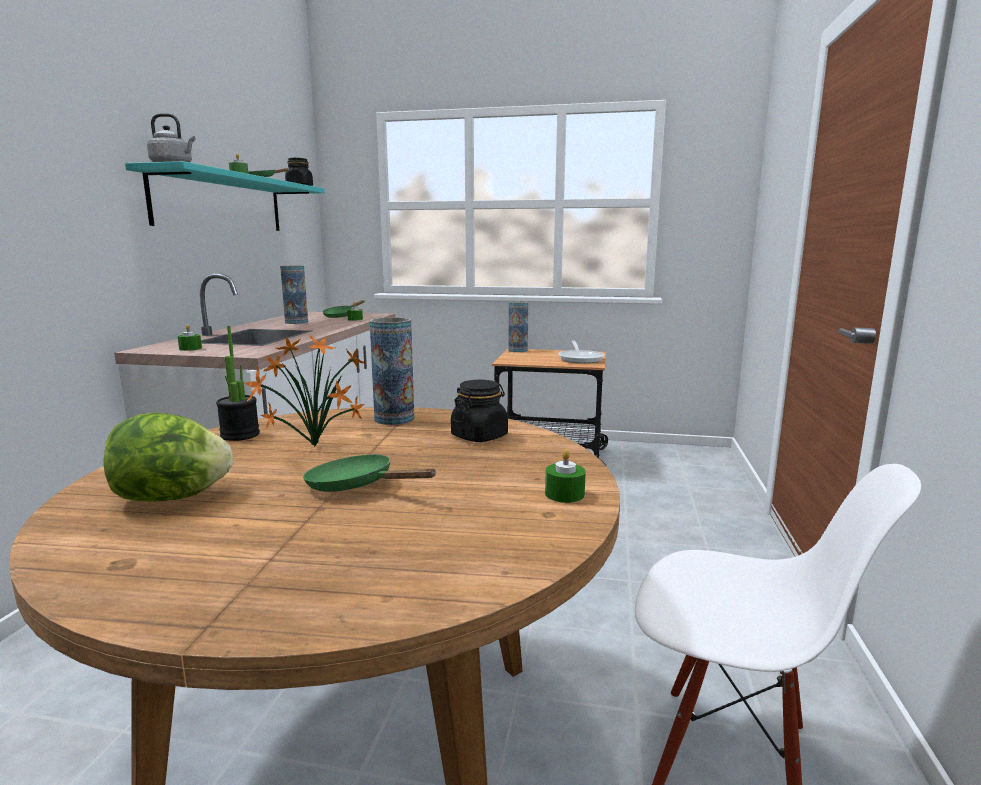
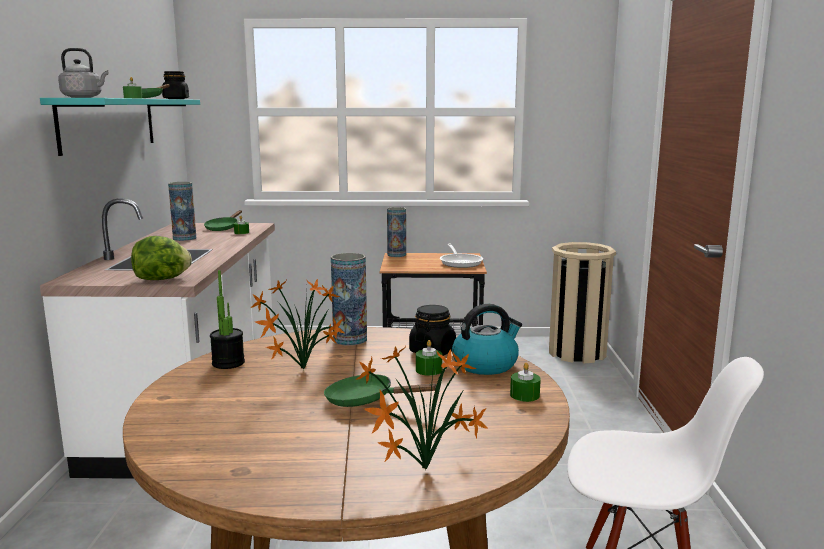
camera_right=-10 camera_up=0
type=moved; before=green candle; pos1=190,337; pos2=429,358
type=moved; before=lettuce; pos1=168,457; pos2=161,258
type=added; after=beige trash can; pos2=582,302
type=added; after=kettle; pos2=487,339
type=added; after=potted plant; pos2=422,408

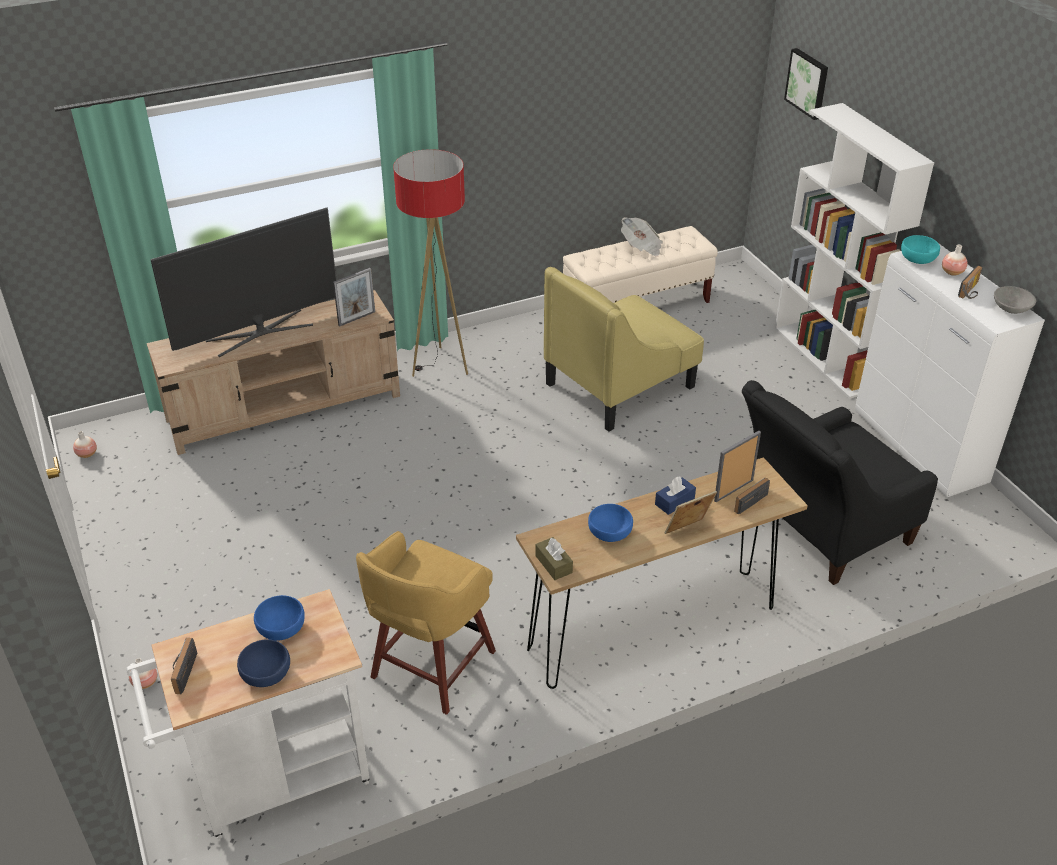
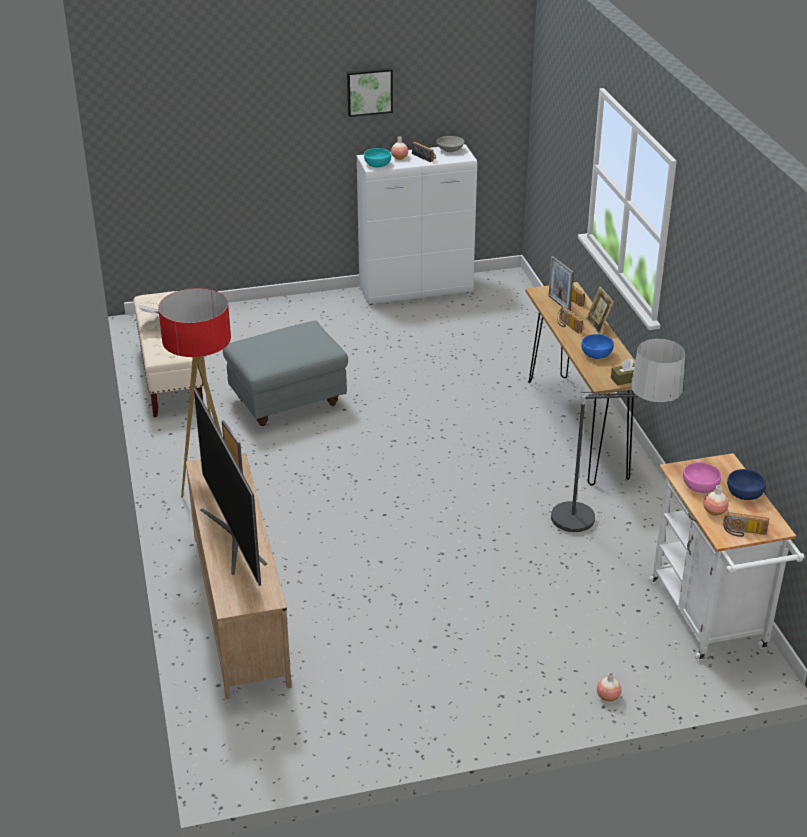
camera_right=-80 camera_up=-5
type=moved; before=picture; pos1=806,84; pos2=370,92
type=removed; before=white bookcase; pos1=854,251
type=replaced; before=yellow armchair; after=grey ottoman; pos1=624,349; pos2=285,373
type=removed; before=black armchair; pos1=840,482
type=moved; before=vase; pos1=85,444; pos2=716,500
type=replaced; before=blue tissue box; after=radio; pos1=675,495; pos2=570,320
type=replaced; before=yellow stool; after=floor lamp; pos1=426,623; pos2=617,435
type=recoloured; before=blue bowl; after=pink bowl; pos1=279,618; pos2=702,477

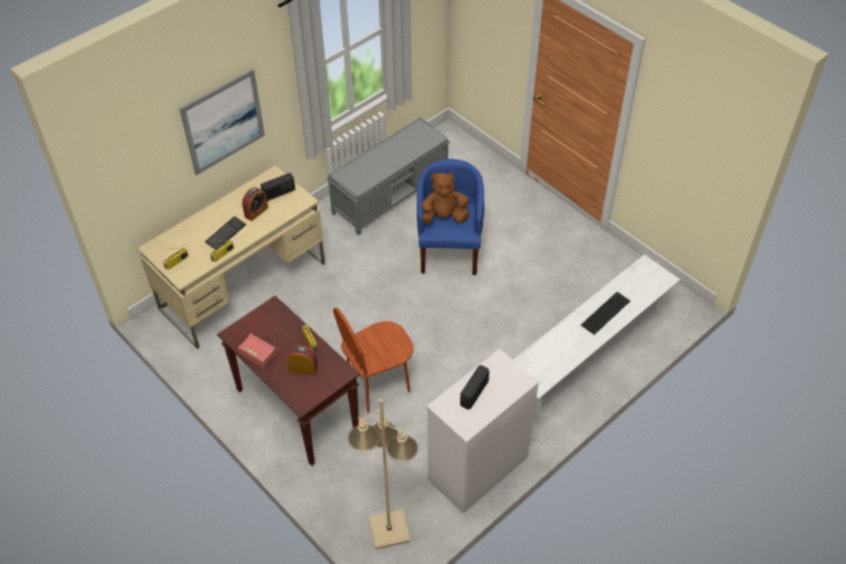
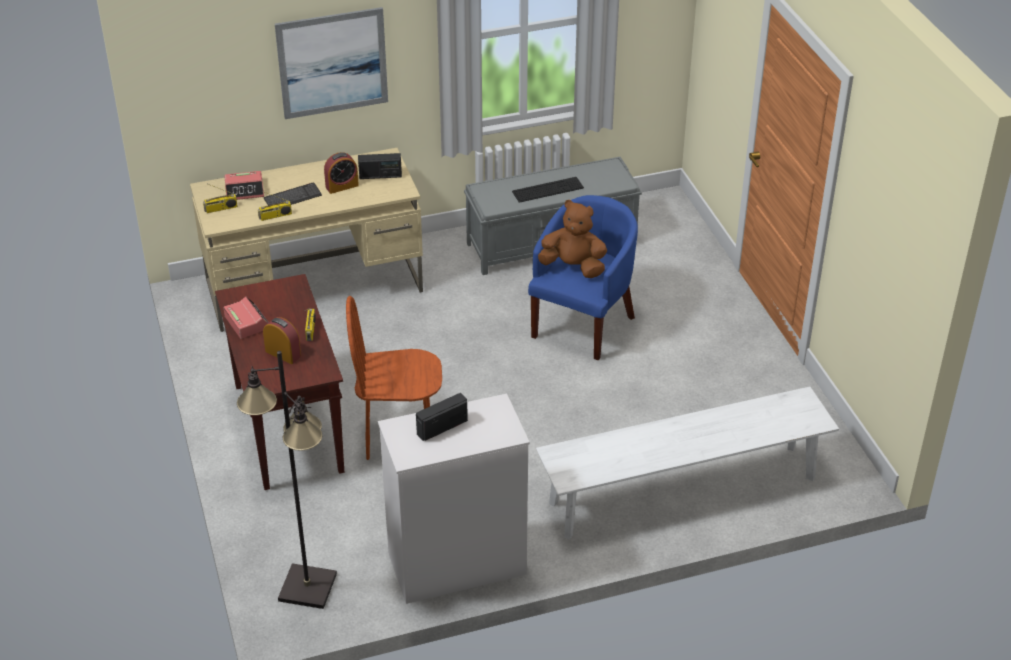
camera_right=25 camera_up=-10
type=moved; before=keyboard; pos1=605,313; pos2=548,190
type=recoloured; before=beige floor lamp; after=black floor lamp; pos1=383,474; pos2=287,480
type=added; after=alarm clock; pos2=244,185

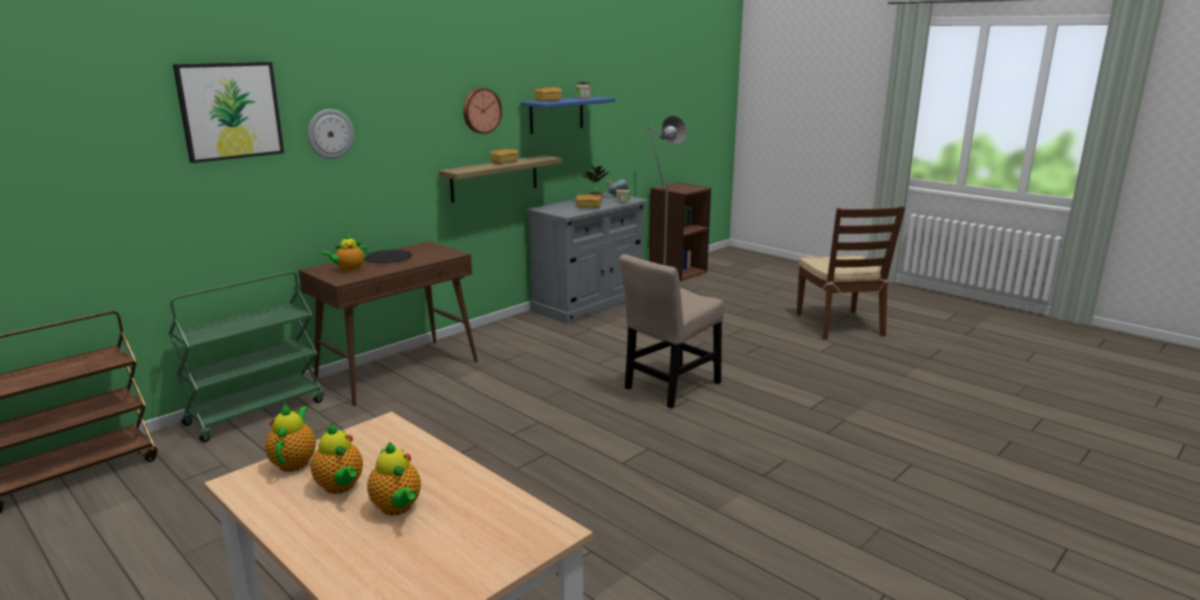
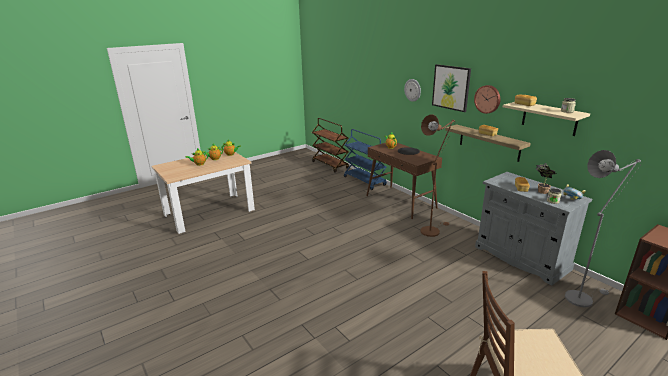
camera_right=100 camera_up=5
type=moved; before=picture; pos1=228,112; pos2=451,88
type=recoloured; before=blue shelf; after=beige shelf; pos1=567,115; pos2=546,119
type=removed; before=beige chair; pos1=671,331
type=recoloured; before=green cart; after=blue cart; pos1=246,356; pos2=365,159
type=added; after=brown floor lamp; pos2=437,176

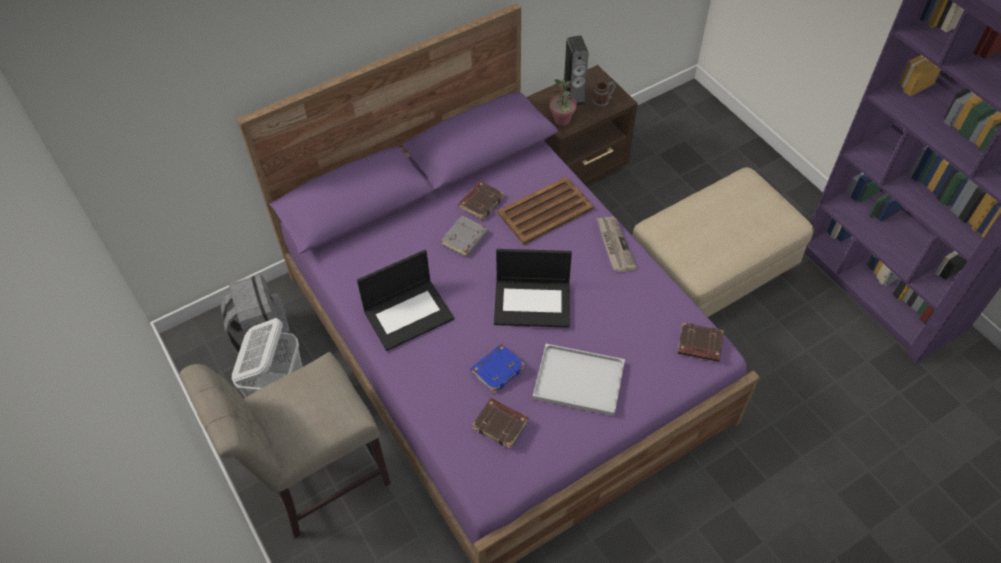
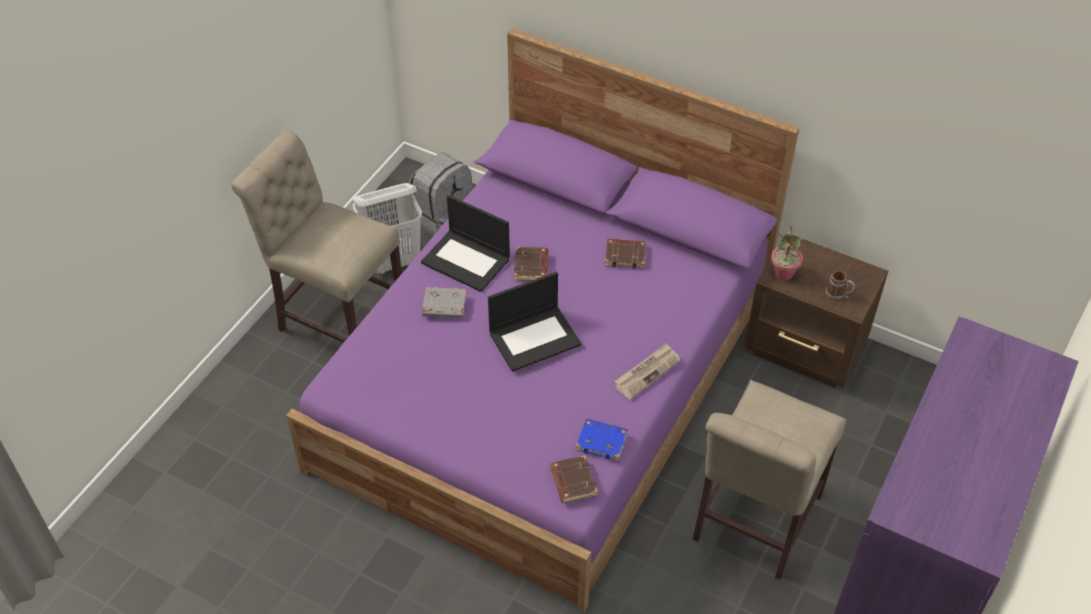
camera_right=60 camera_up=-5
type=removed; before=speaker; pos1=576,71
type=replaced; before=beige ottoman; after=beige chair; pos1=723,242; pos2=769,480
type=removed; before=brown tray; pos1=545,210
type=moved; before=grey book; pos1=464,236; pos2=444,302
type=turned; before=laptop; pos1=533,288; pos2=535,322; turn=-90
type=moved; before=blue book; pos1=497,369; pos2=602,440
type=removed; before=white tray; pos1=578,380
type=moved; before=brown book; pos1=500,423; pos2=531,264

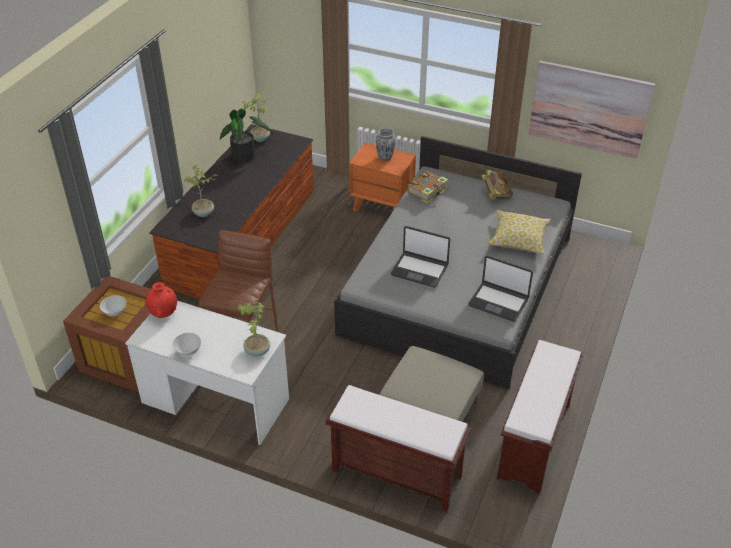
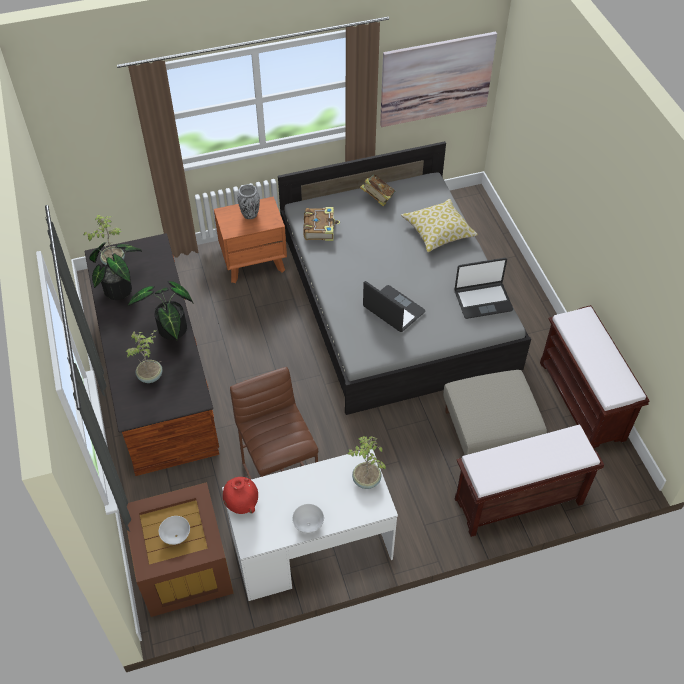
camera_right=-40 camera_up=10
type=turned; before=laptop; pos1=420,256; pos2=394,306; turn=-120
type=added; after=potted plant; pos2=160,311

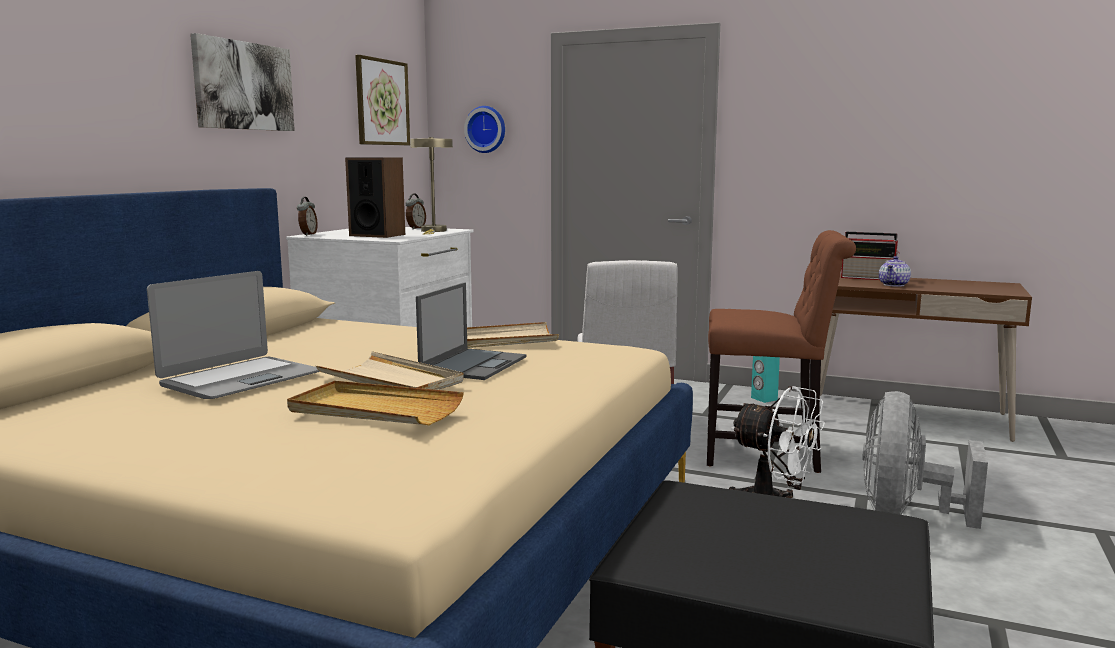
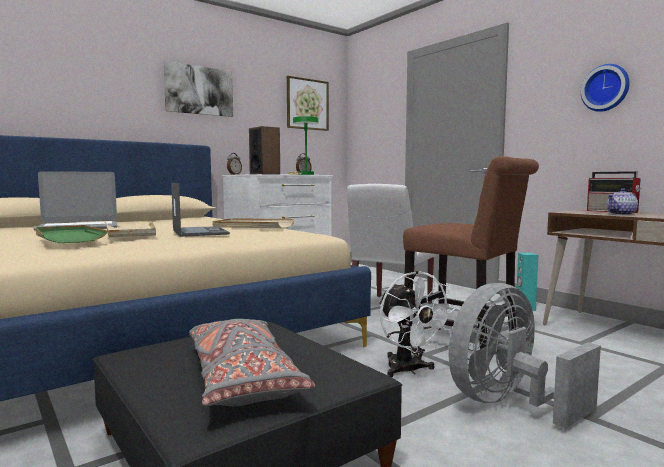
camera_right=30 camera_up=-5
type=moved; before=wall clock; pos1=484,129; pos2=605,88
type=recoloured; before=beige table lamp; after=green table lamp; pos1=431,186; pos2=304,145
type=turned; before=laptop; pos1=471,331; pos2=200,210; turn=-75
type=recoloured; before=beige tray; after=green tray; pos1=375,402; pos2=72,234
type=added; after=grey pillow; pos2=252,363

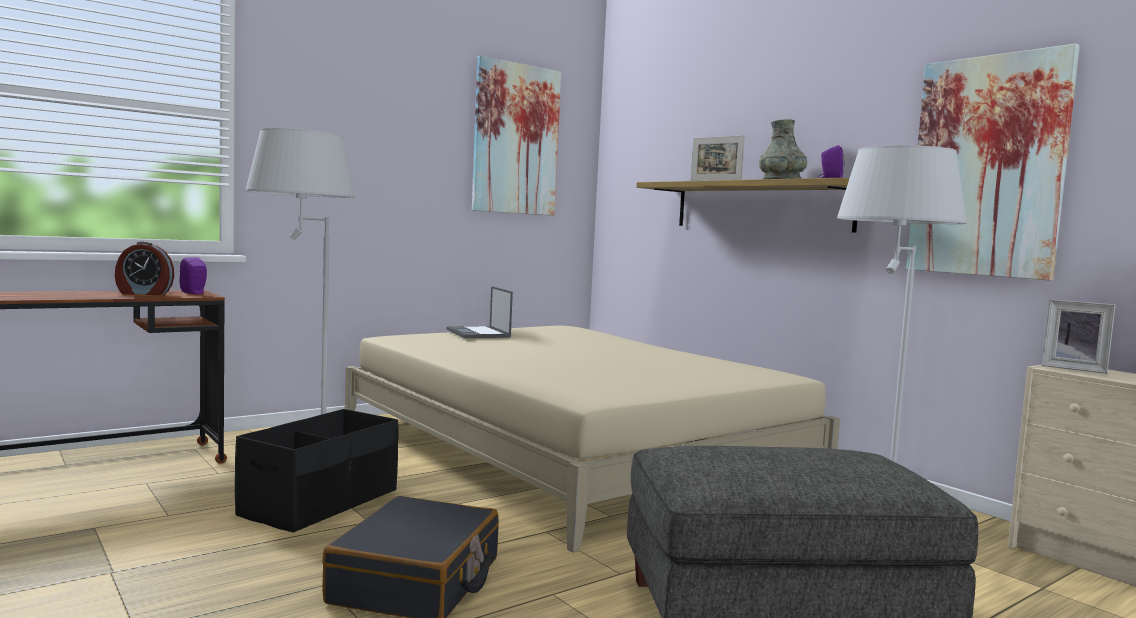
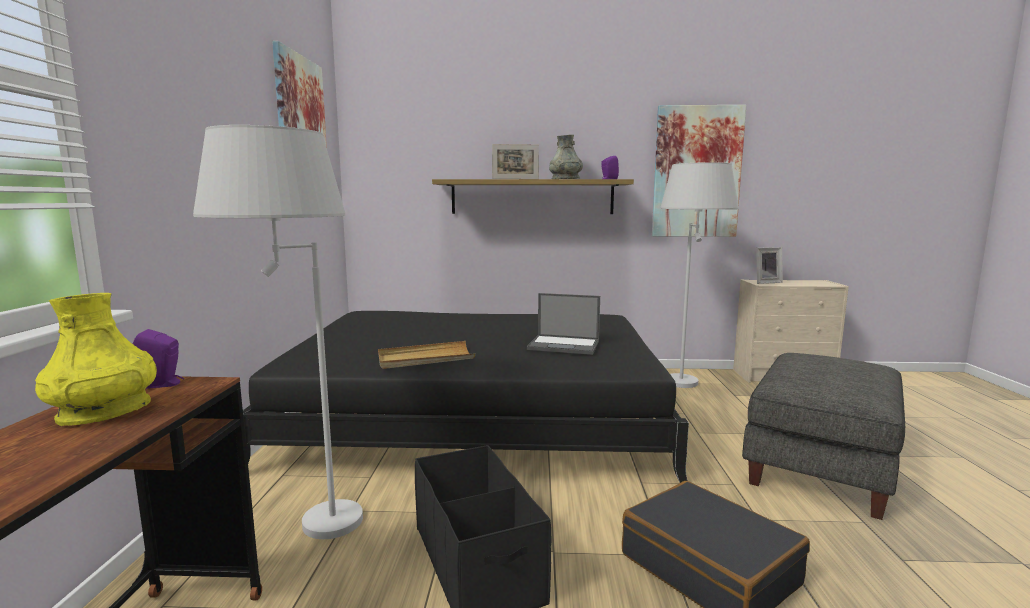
camera_right=-50 camera_up=5
type=replaced; before=alarm clock; after=yellow vase; pos1=144,268; pos2=96,359
type=moved; before=laptop; pos1=479,312; pos2=563,324
type=recoloured; before=beige bed; after=black bed; pos1=592,439; pos2=466,397
type=added; after=beige tray; pos2=426,355

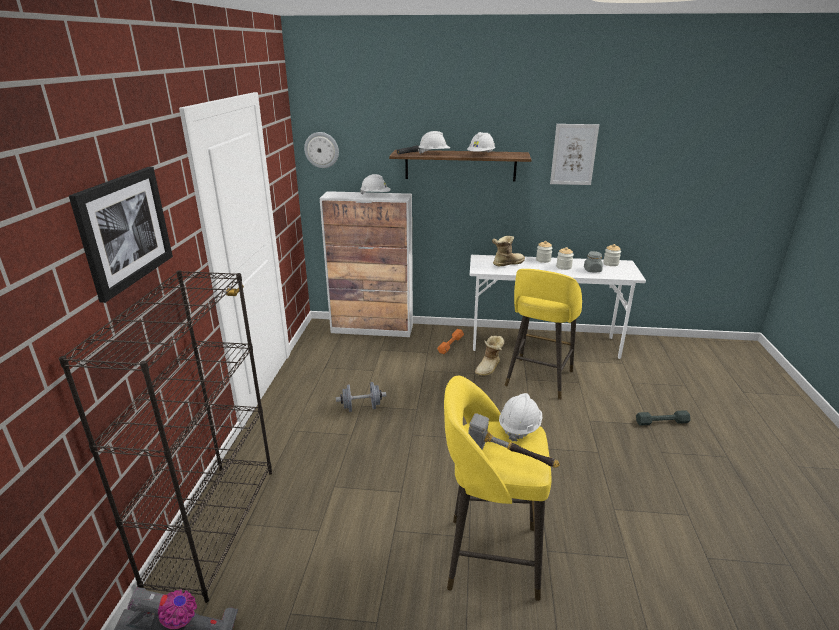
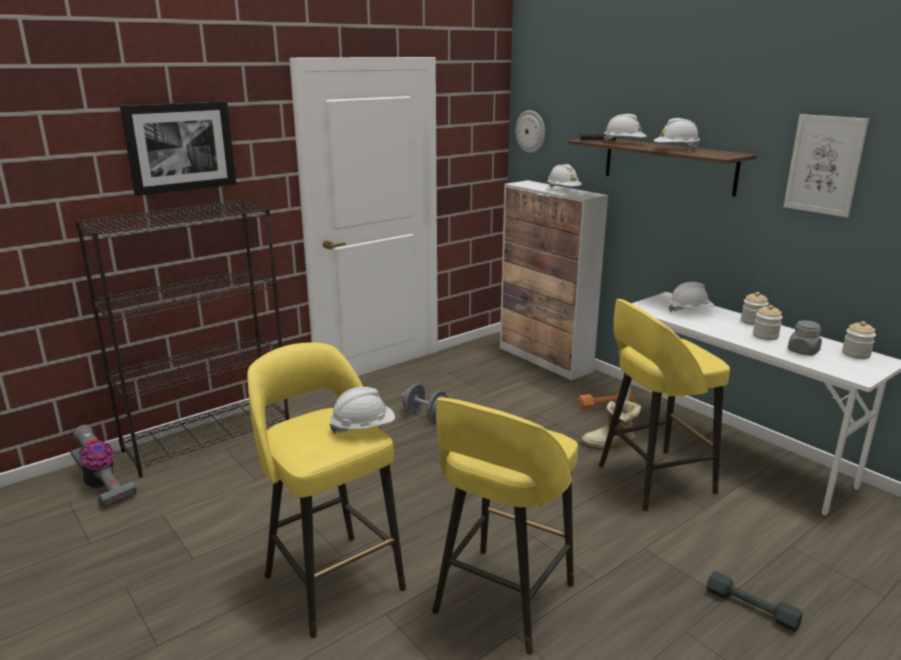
camera_right=45 camera_up=-5
type=replaced; before=boot; after=white hard hat; pos1=508,251; pos2=691,297
type=removed; before=hammer; pos1=514,440
type=added; after=yellow stool; pos2=505,526

